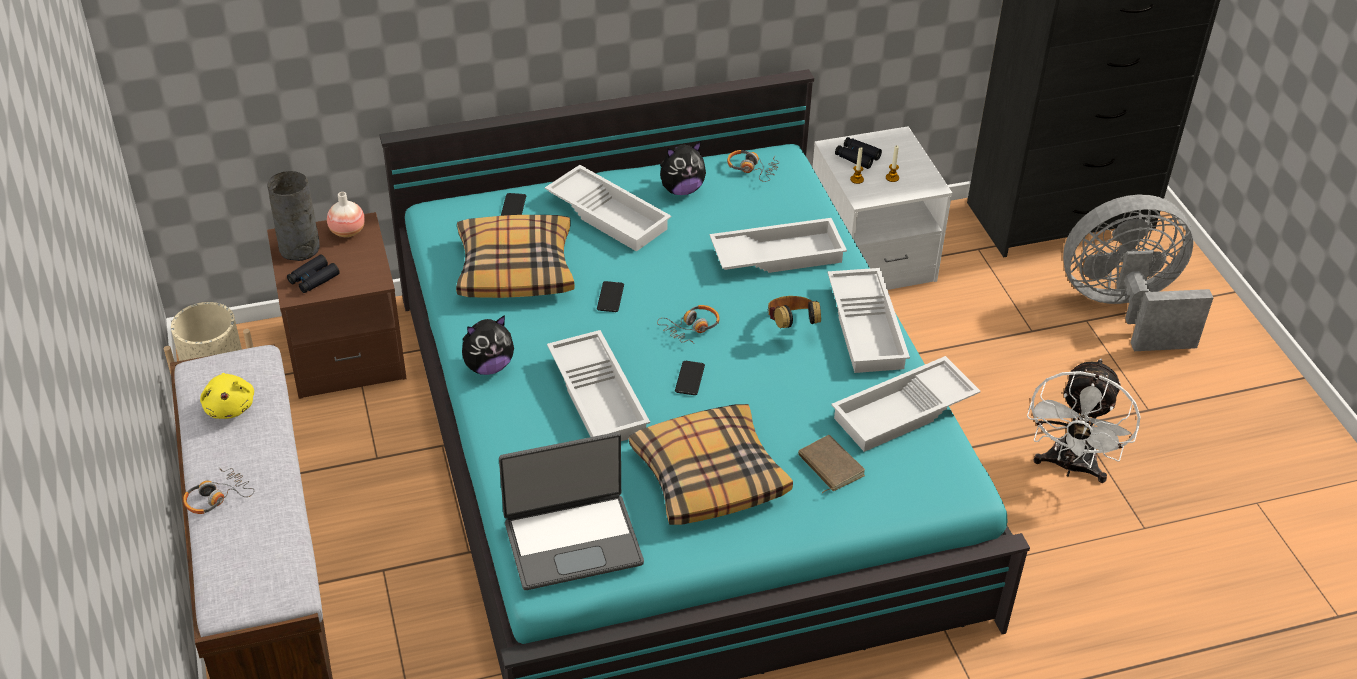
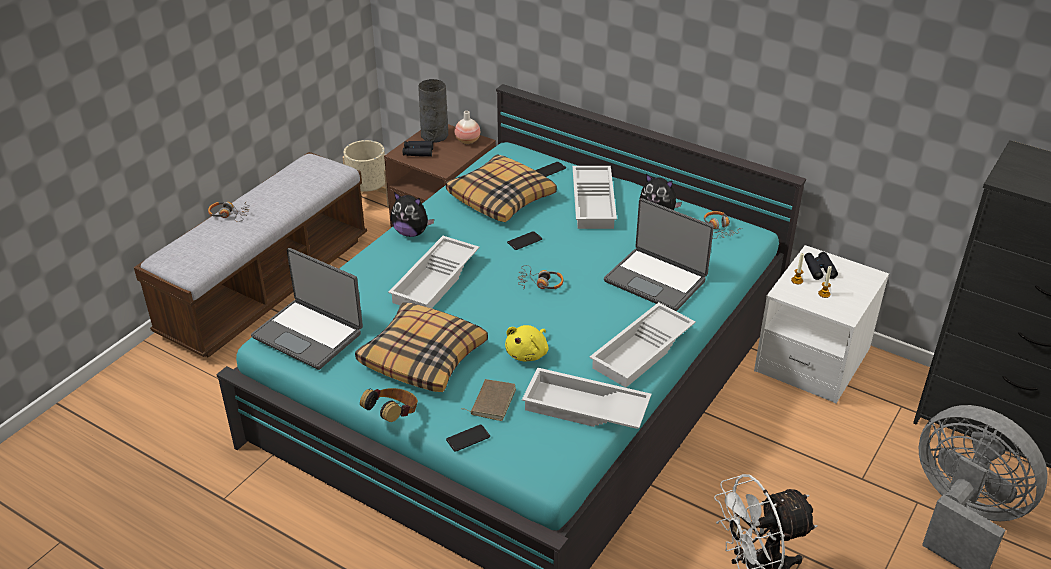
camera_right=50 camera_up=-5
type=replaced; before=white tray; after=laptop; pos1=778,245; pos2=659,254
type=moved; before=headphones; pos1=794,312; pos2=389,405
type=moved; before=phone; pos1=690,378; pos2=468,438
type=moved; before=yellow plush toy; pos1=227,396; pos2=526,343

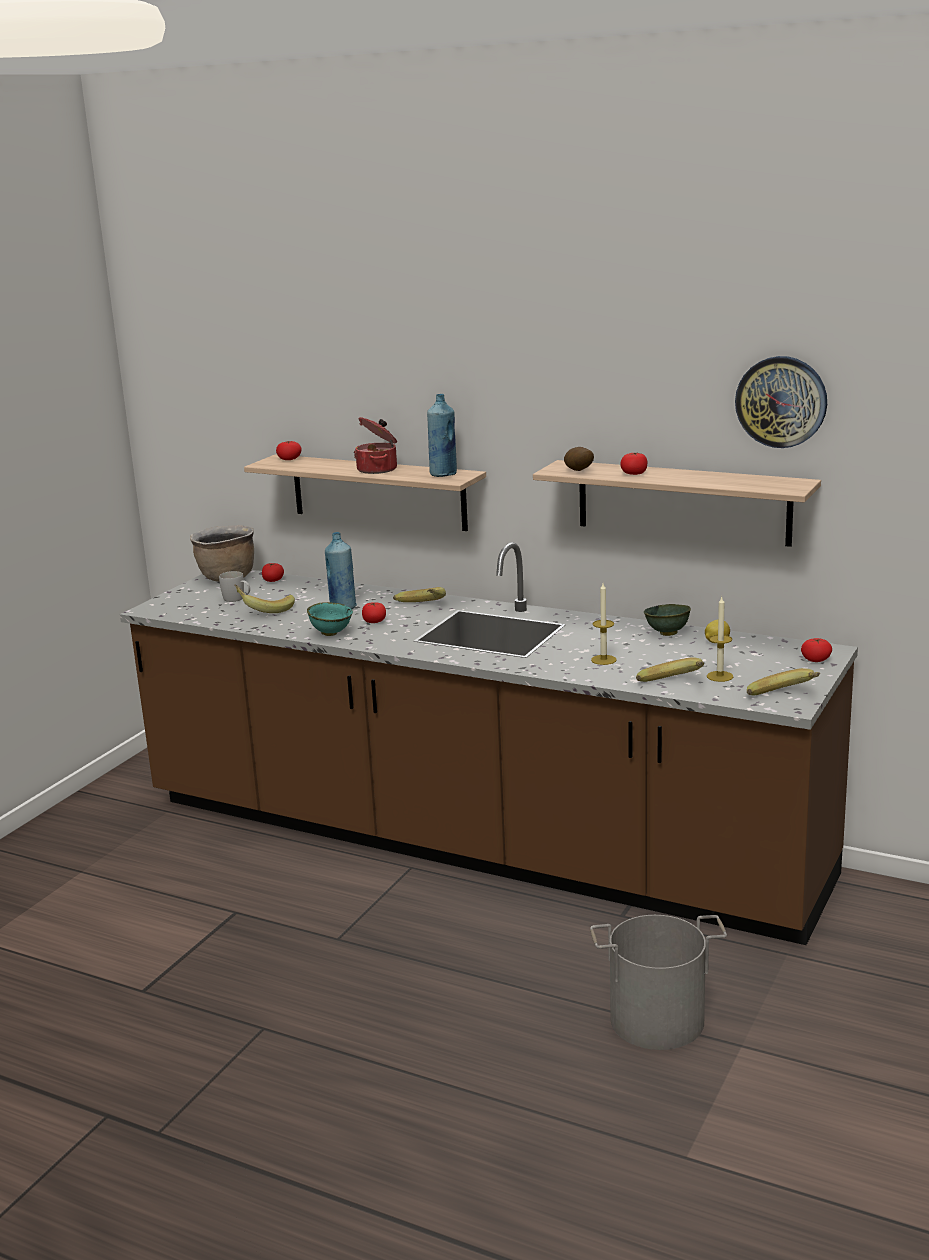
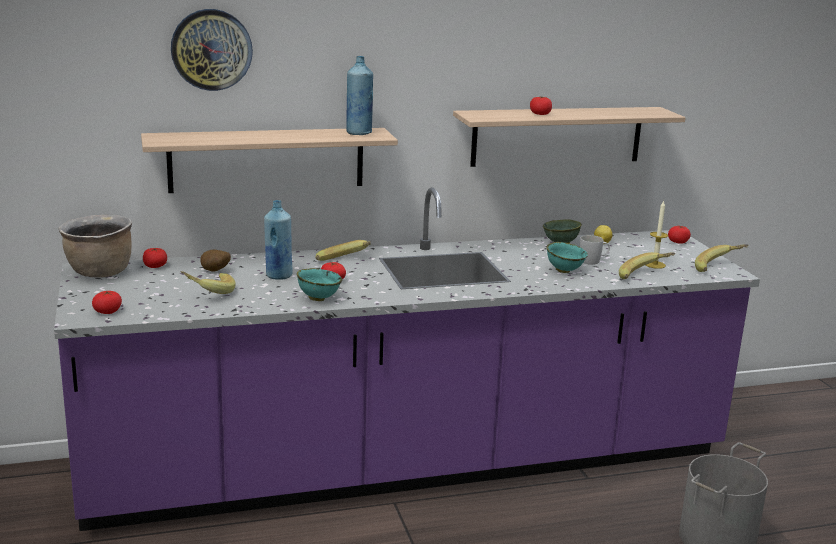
camera_right=-45 camera_up=0
type=moved; before=wall clock; pos1=781,402; pos2=212,50
type=removed; before=cooking pot; pos1=375,445
type=moved; before=tomato; pos1=289,450; pos2=107,302
type=moved; before=potato; pos1=579,459; pos2=215,260
type=recoloured; before=brown counter; after=purple counter; pos1=489,743; pos2=407,359
type=moved; before=white mug; pos1=234,586; pos2=595,250
type=replaced; before=candle; after=turquoise bowl; pos1=604,624; pos2=567,257

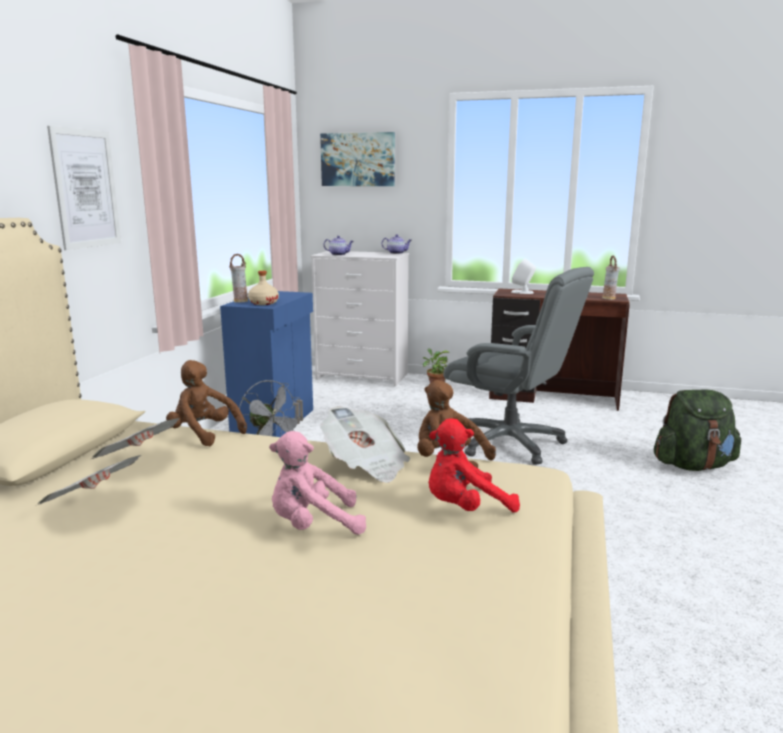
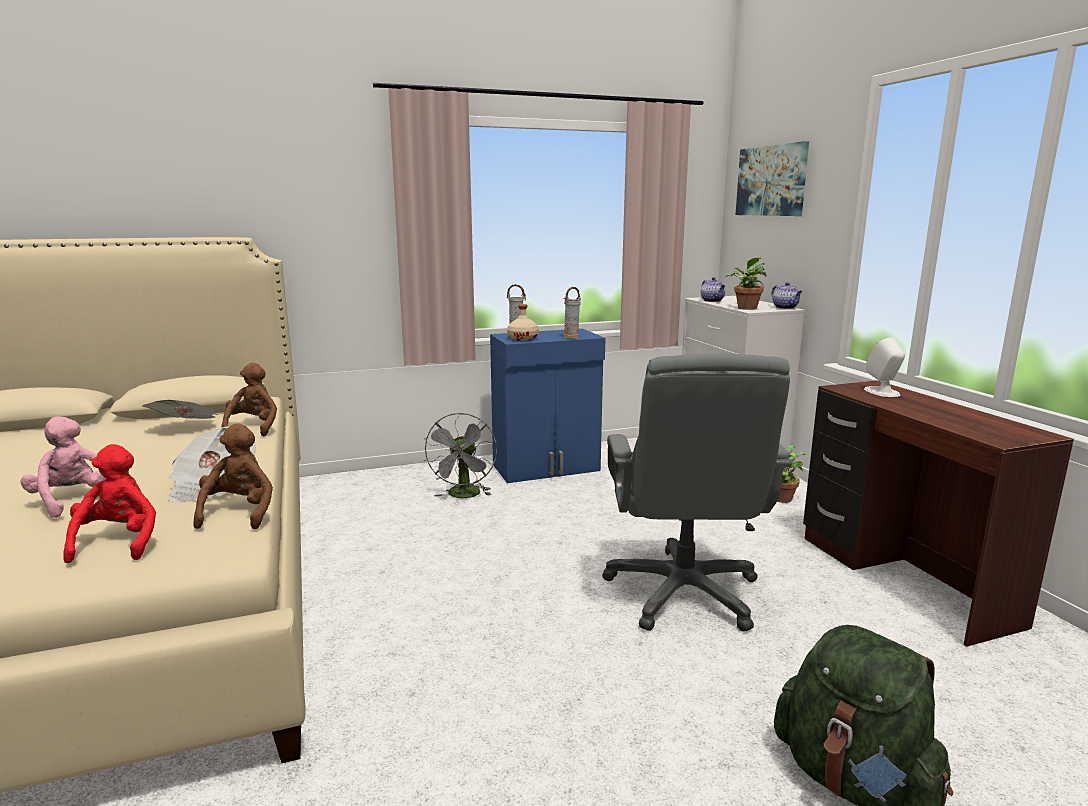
camera_right=55 camera_up=0
type=removed; before=picture; pos1=84,188
type=moved; before=vase; pos1=611,277; pos2=572,313
type=turned; before=red plush toy; pos1=474,465; pos2=109,503; turn=45
type=removed; before=newspaper; pos1=88,480
type=added; after=potted plant; pos2=746,283

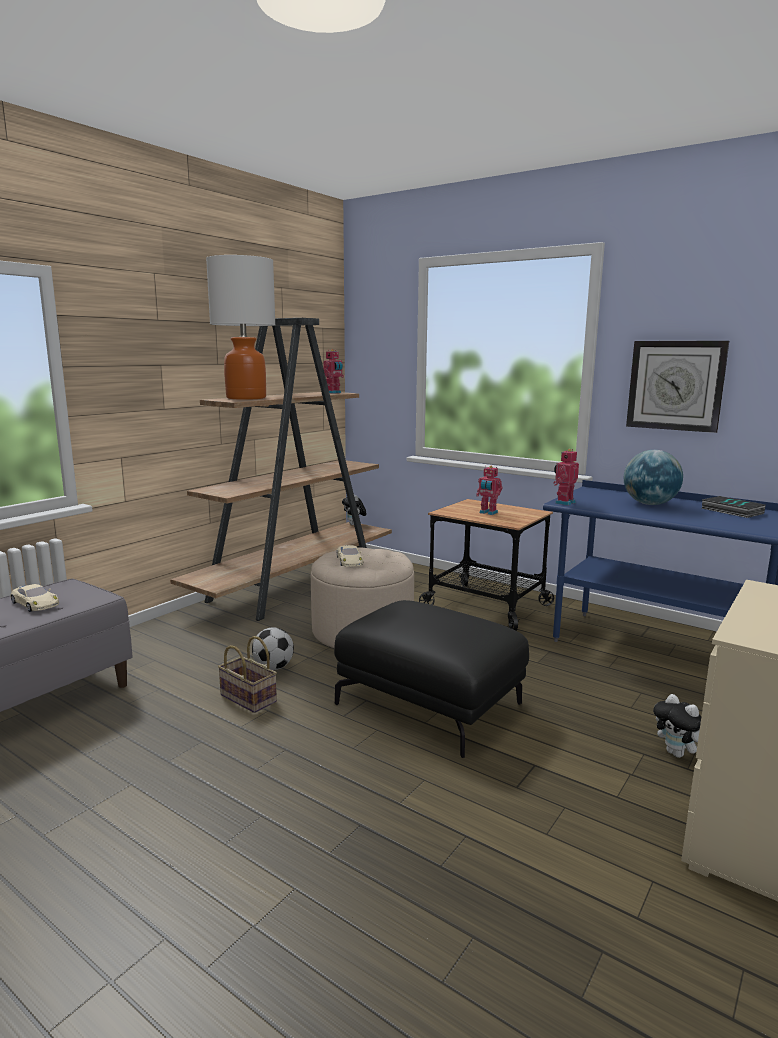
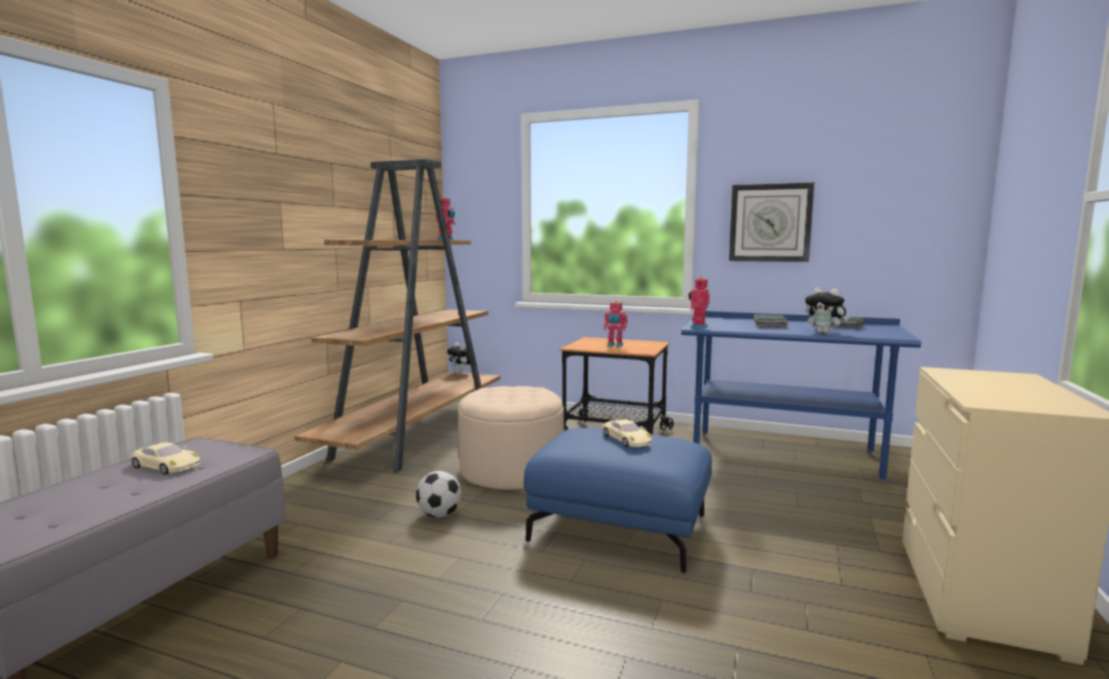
camera_right=-15 camera_up=-5
type=removed; before=table lamp; pos1=241,327
type=replaced; before=globe; after=book; pos1=653,477; pos2=771,321
type=moved; before=beige toy car; pos1=350,556; pos2=627,433
type=recoloured; before=black ottoman; after=blue ottoman; pos1=431,679; pos2=618,500
type=removed; before=basket; pos1=247,674
type=moved; before=plush toy; pos1=677,726; pos2=826,310

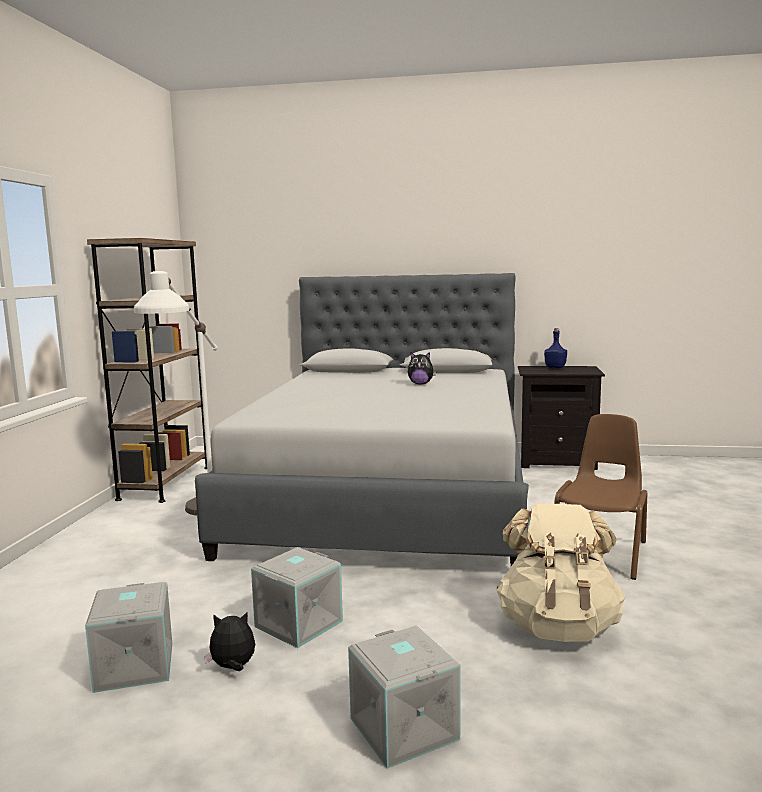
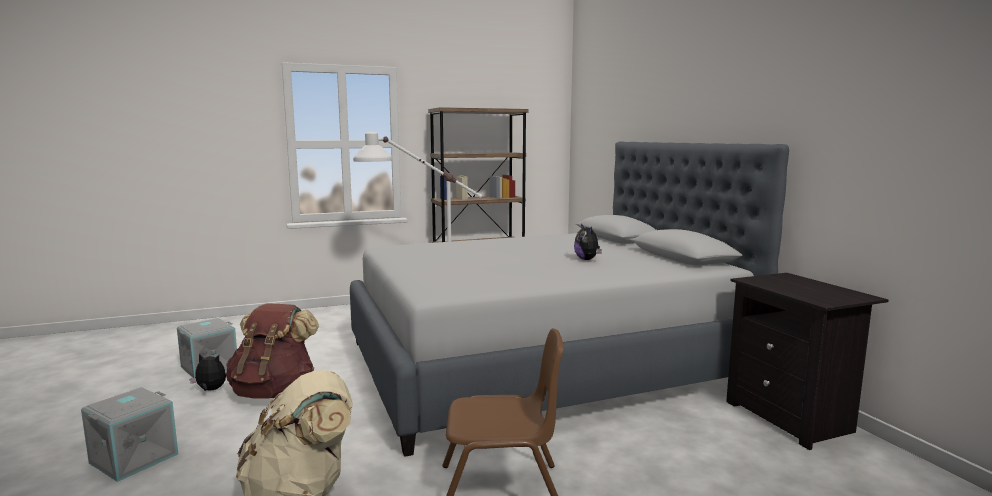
camera_right=60 camera_up=0
type=removed; before=blue bottle; pos1=555,348
type=replaced; before=grey storage box; after=brown backpack; pos1=297,597; pos2=272,351
type=turned; before=plush toy; pos1=229,641; pos2=208,372; turn=-45

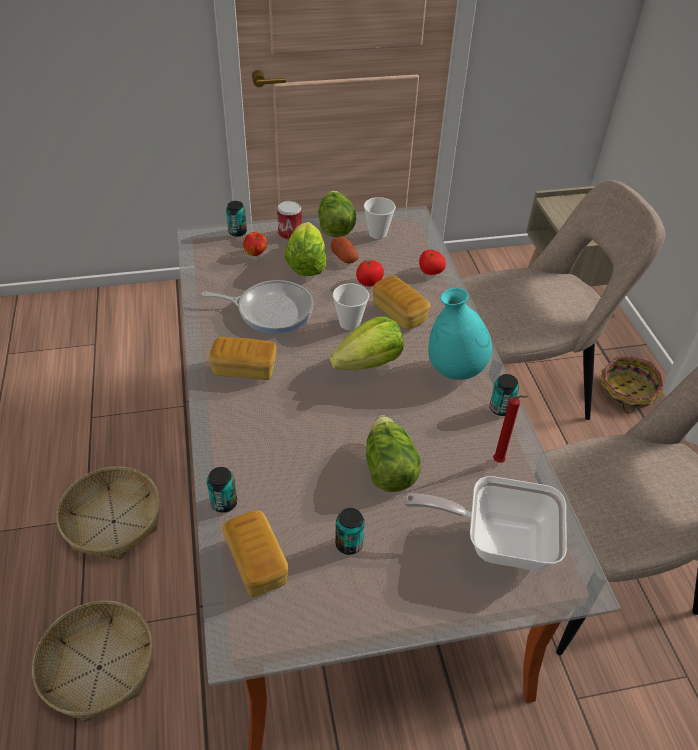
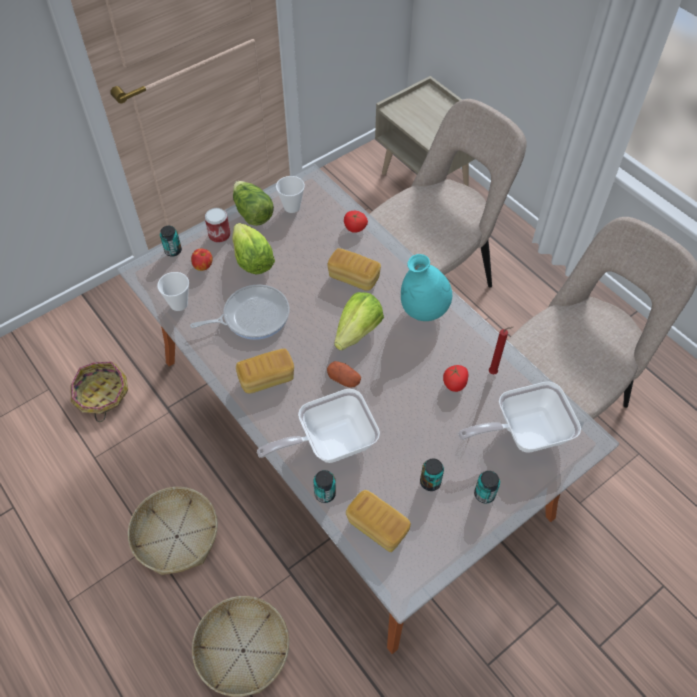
camera_right=-25 camera_up=10
type=moved; before=potato; pos1=344,250; pos2=344,374
type=moved; before=tomato; pos1=370,273; pos2=455,378
type=moved; before=cup; pos1=351,306; pos2=173,291
type=moved; before=basket; pos1=632,385; pos2=99,392
type=moved; before=can; pos1=504,395; pos2=487,487
type=removed; before=lettuce; pos1=393,453
type=added; after=frying pan; pos2=318,426

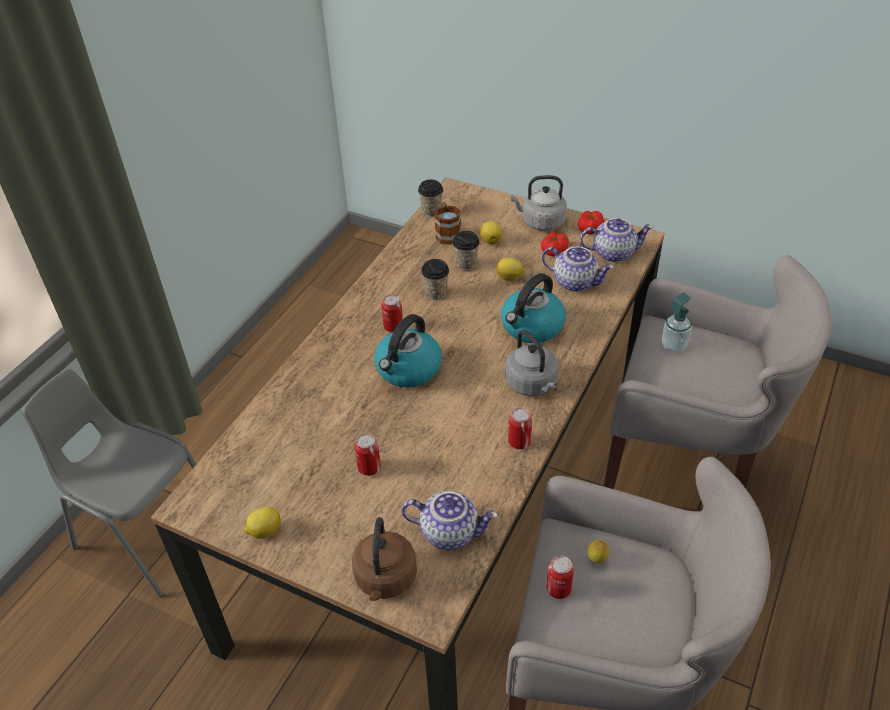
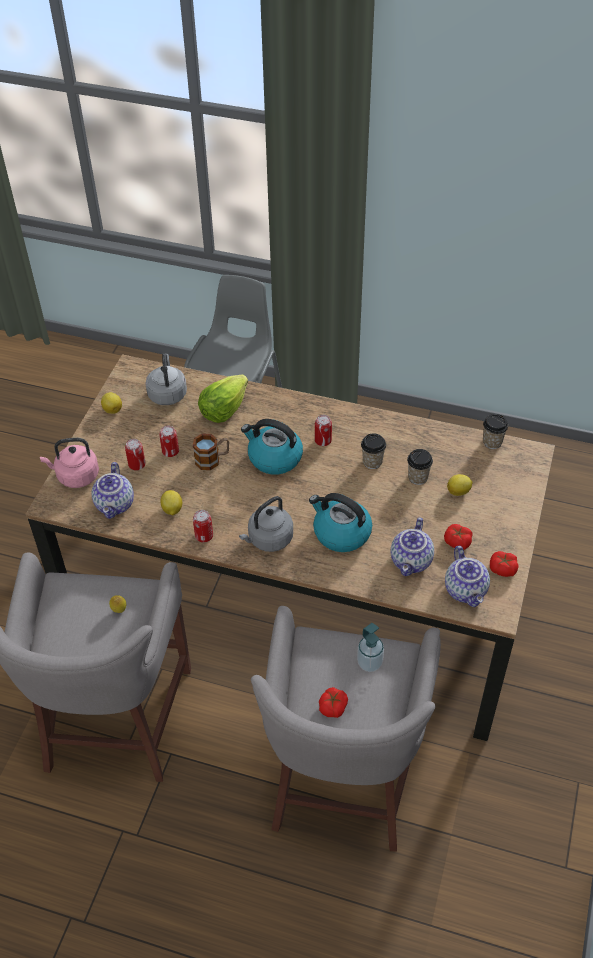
camera_right=80 camera_up=5
type=moved; before=grey kettle; pos1=538,203; pos2=166,379
type=moved; before=mug; pos1=447,223; pos2=211,451
type=moved; before=lemon; pos1=510,269; pos2=171,502
type=recoloured; before=brown kettle; after=pink kettle; pos1=384,559; pos2=69,463
type=moved; before=can; pos1=560,577; pos2=135,454
type=added; after=lettuce; pos2=223,399
type=added; after=tomato; pos2=333,702

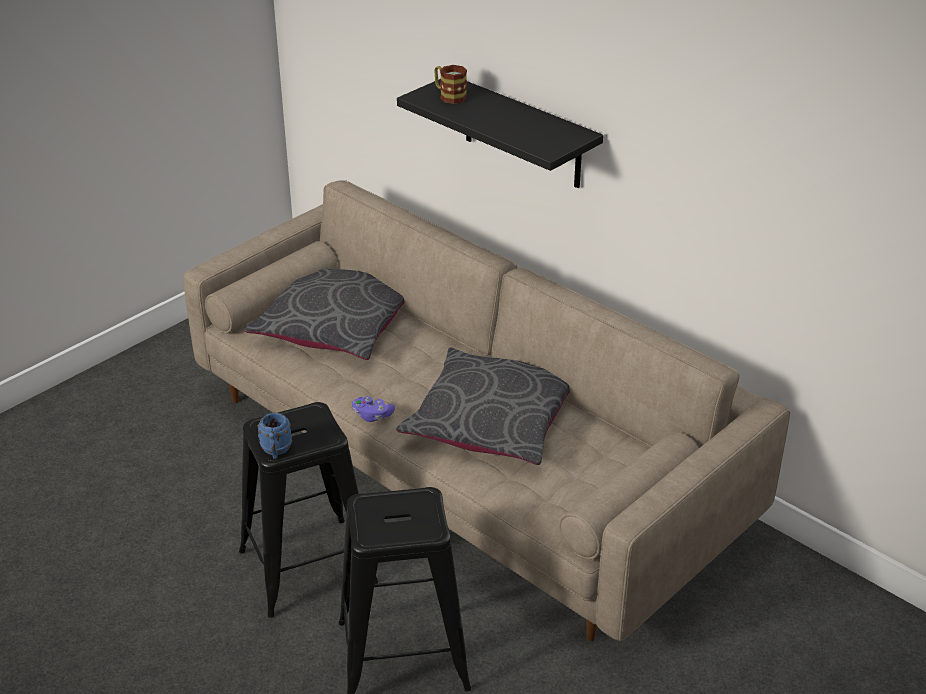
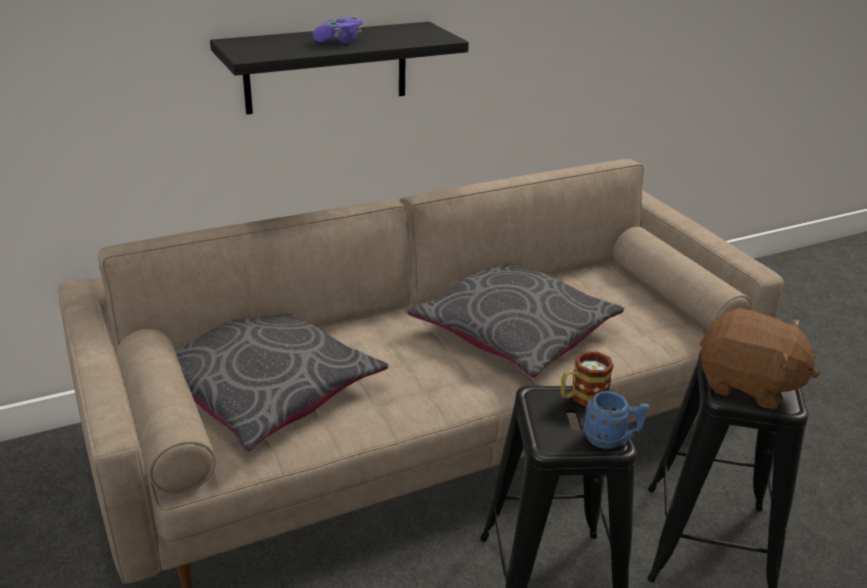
camera_right=-70 camera_up=-5
type=moved; before=mug; pos1=450,84; pos2=587,379
type=moved; before=purple game controller; pos1=373,409; pos2=338,30
type=added; after=brown plush toy; pos2=759,358

